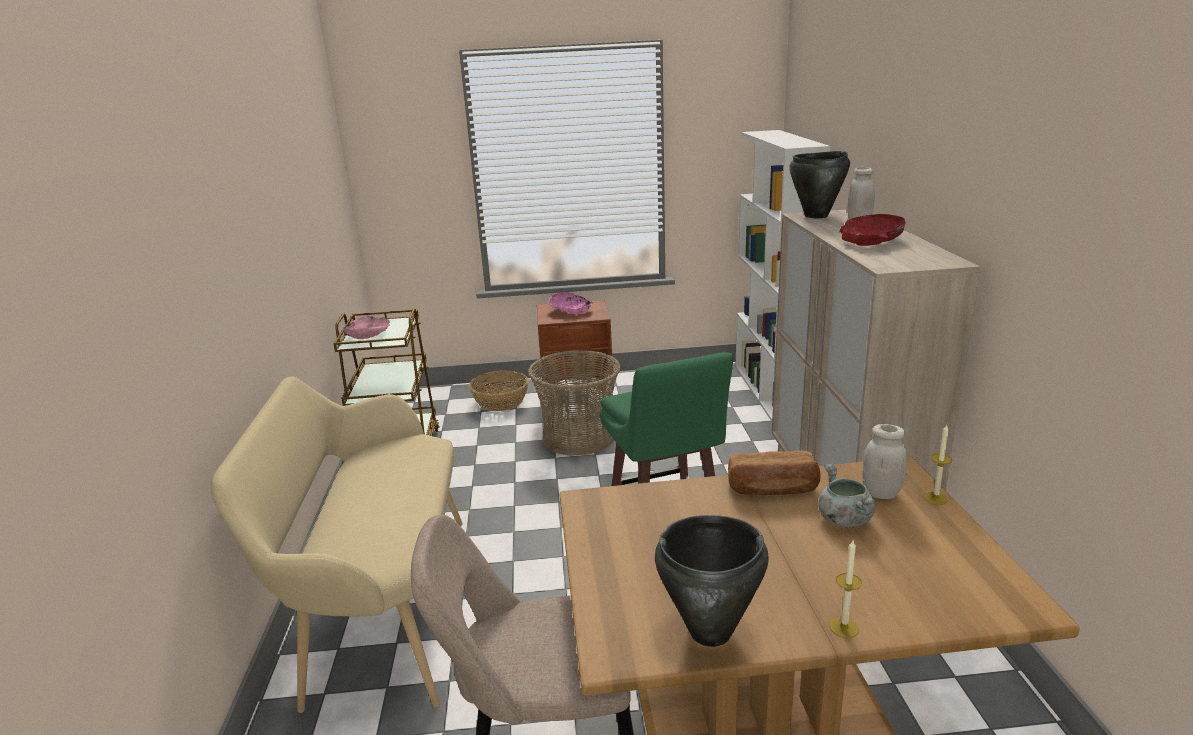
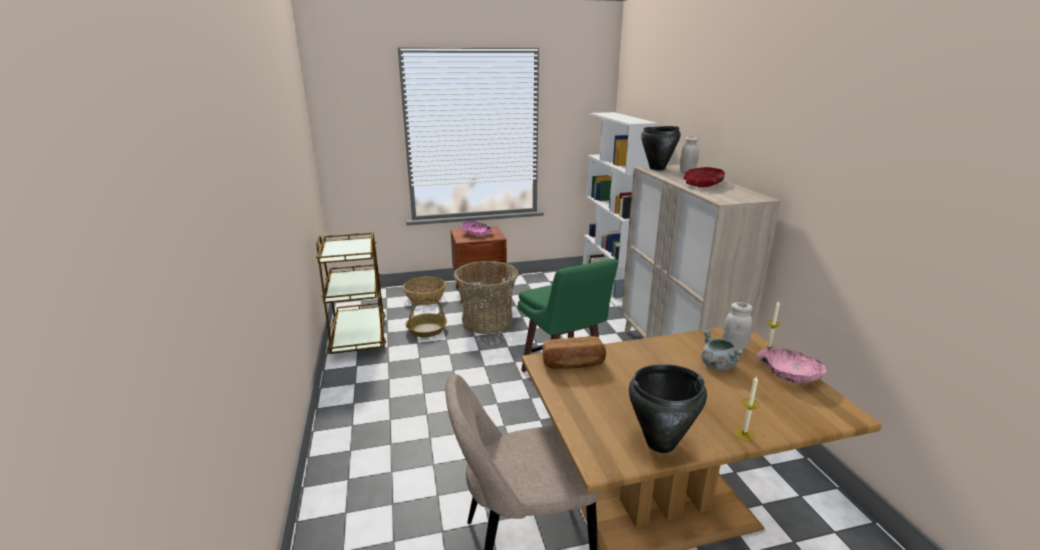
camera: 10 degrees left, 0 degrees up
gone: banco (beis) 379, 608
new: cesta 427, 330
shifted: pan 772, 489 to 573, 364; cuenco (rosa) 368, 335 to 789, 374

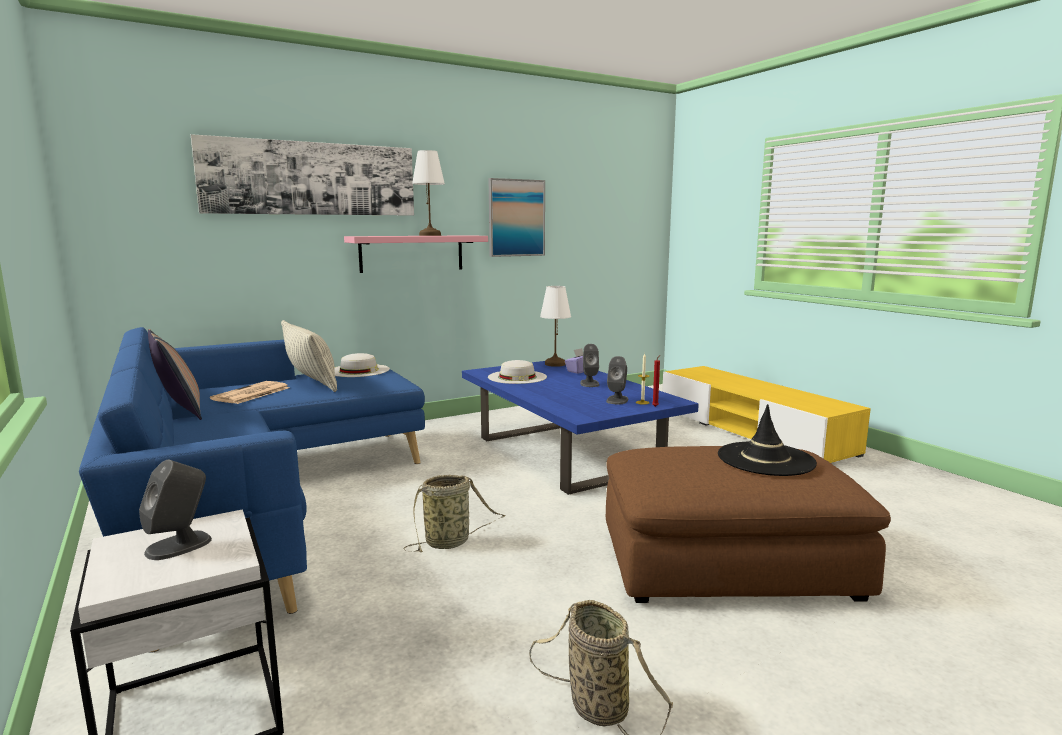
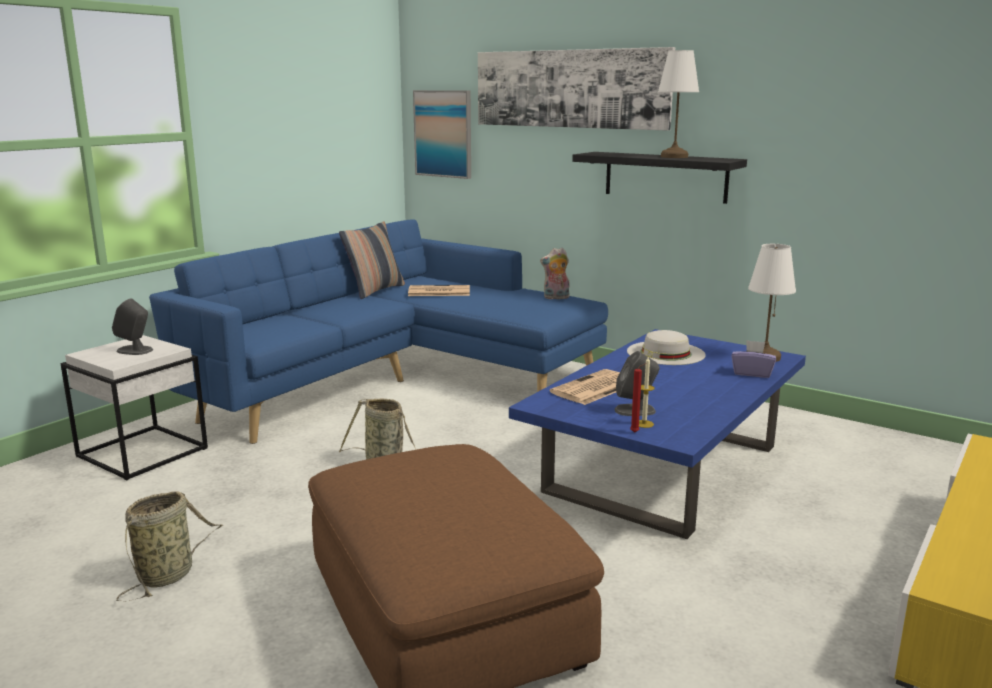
camera: 65 degrees right, 5 degrees up
gone: cojín 311, 381; altavoz (gris) 589, 383; sombrero (negro) 765, 459
new: periódico 594, 388
shifted: cuadro 516, 218 to 443, 134
swapped: sombrero (blanco) 359, 370 to peluche 556, 298
repainted: estante (rosa) 412, 253 to estante (negro) 665, 176

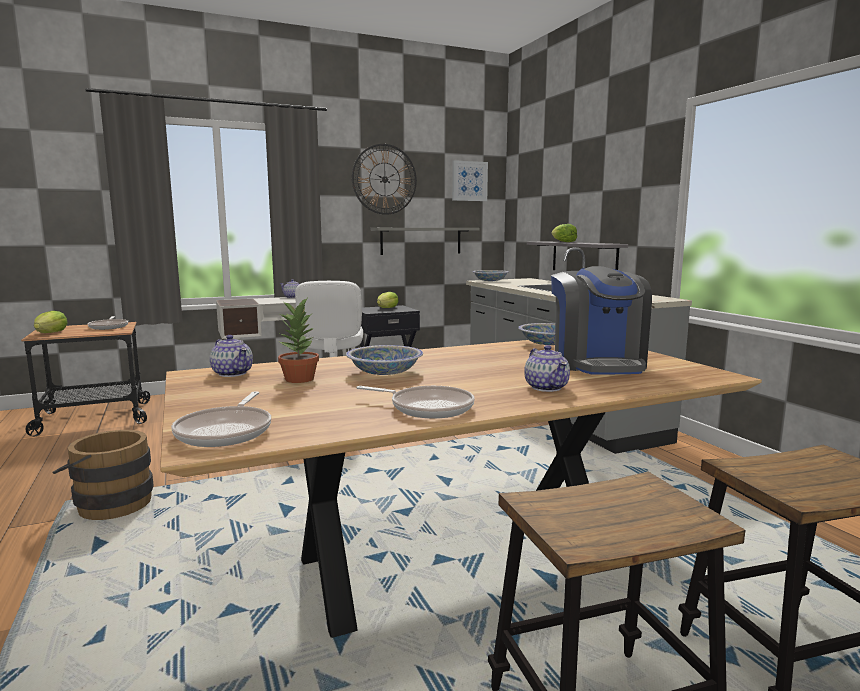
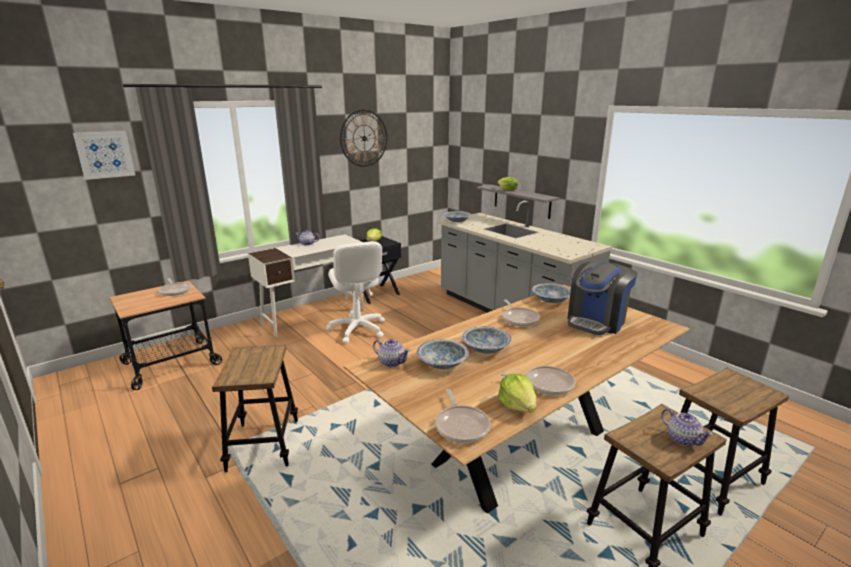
camera: 15 degrees left, 10 degrees up
gone: estante (gris) 421, 241
new: sartén 519, 319
shifted: cuadro 469, 181 to 105, 154; lechuga 51, 333 to 518, 405; tetera 546, 387 to 682, 438
swapped: cubo (marrón) 108, 505 to taburete 263, 445; planta en maceta 300, 379 to cuenco 442, 363
rotated: cafetera 597, 363 = 596, 321 60 degrees clockwise

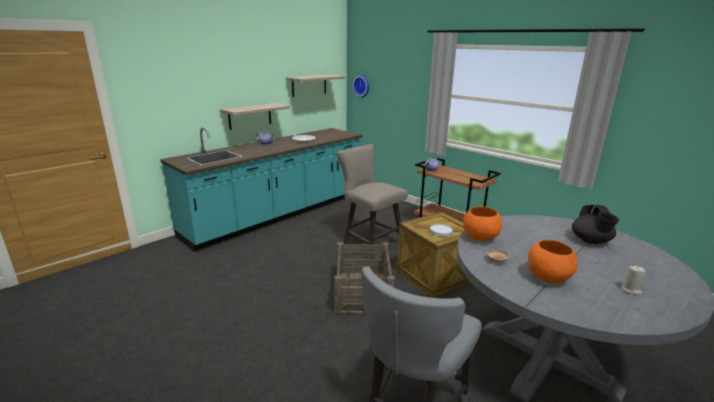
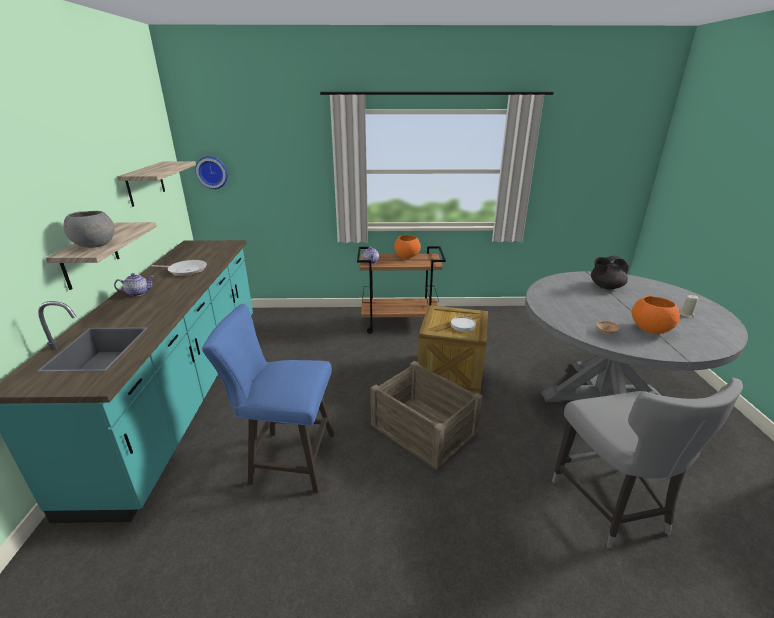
camera: 45 degrees left, 5 degrees up
gone: taburete (beis) 369, 242
new: cuenco (gris) 95, 246; taburete (azul) 286, 459
shifted: cuenco (naranja) 480, 238 to 407, 257
rotated: tetera (negro) 591, 241 = 605, 287 120 degrees clockwise

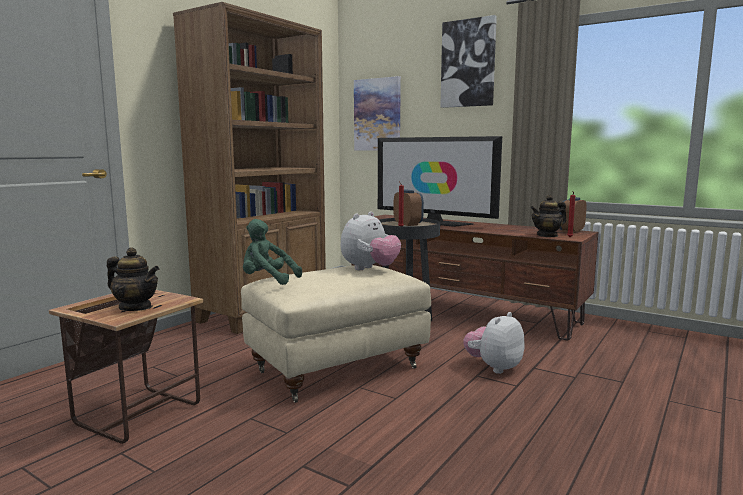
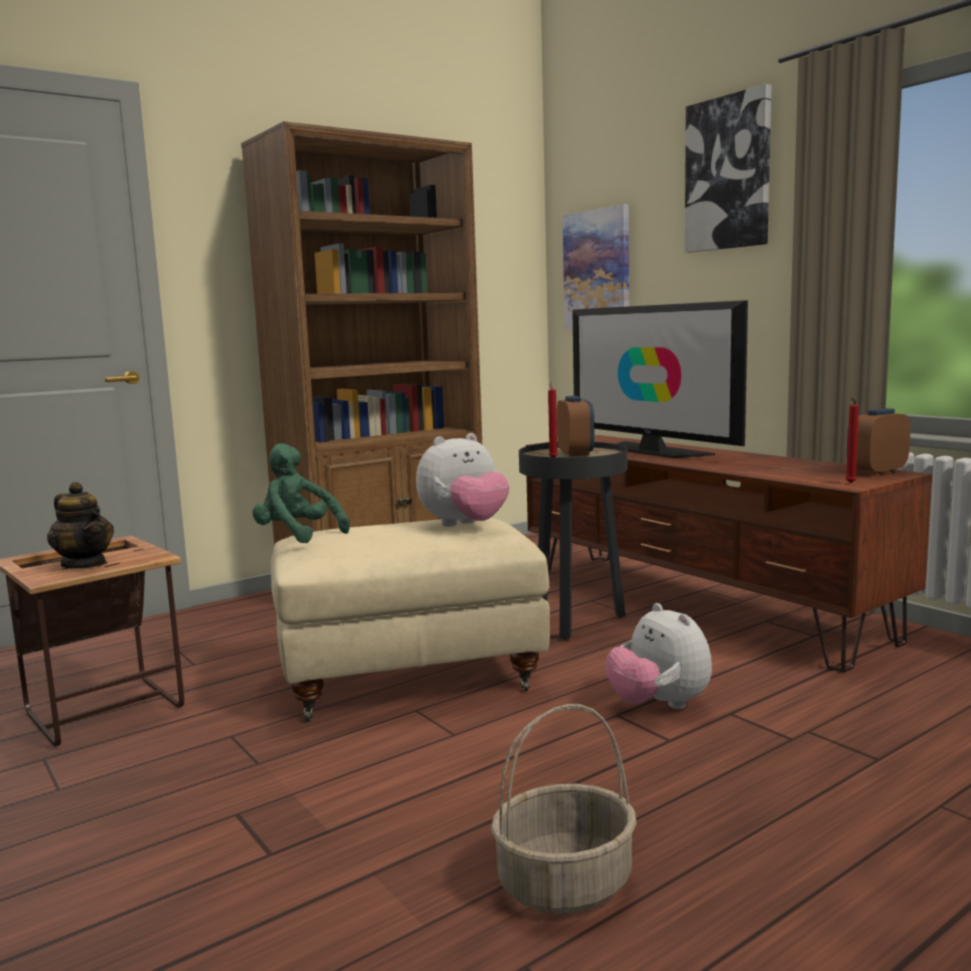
camera: 20 degrees right, 0 degrees up
gone: tetera 547, 235
new: cesta 564, 885
rotated: peluche 494, 367 = 658, 705 90 degrees counterclockwise

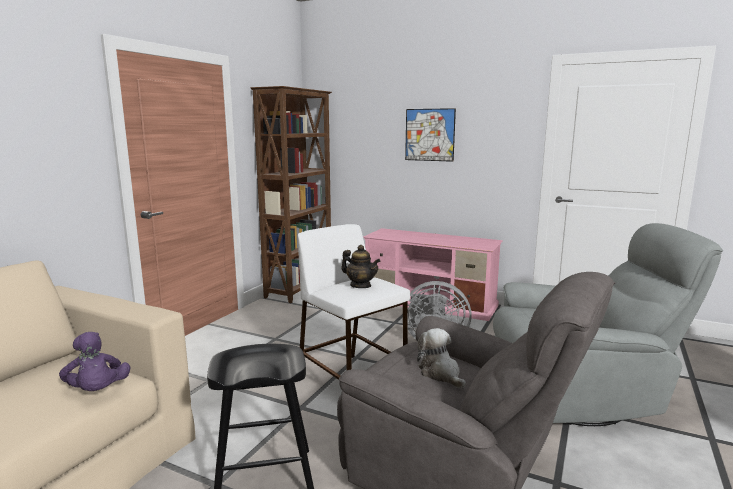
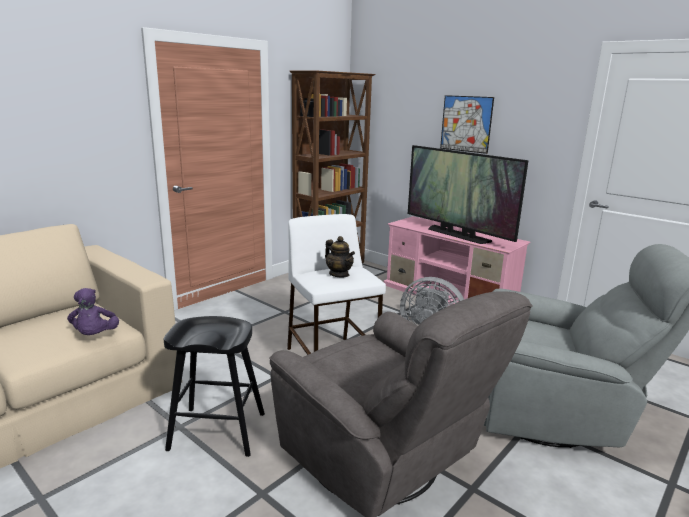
camera: 15 degrees right, 5 degrees up
gone: peluche 440, 373
new: televisor 457, 235

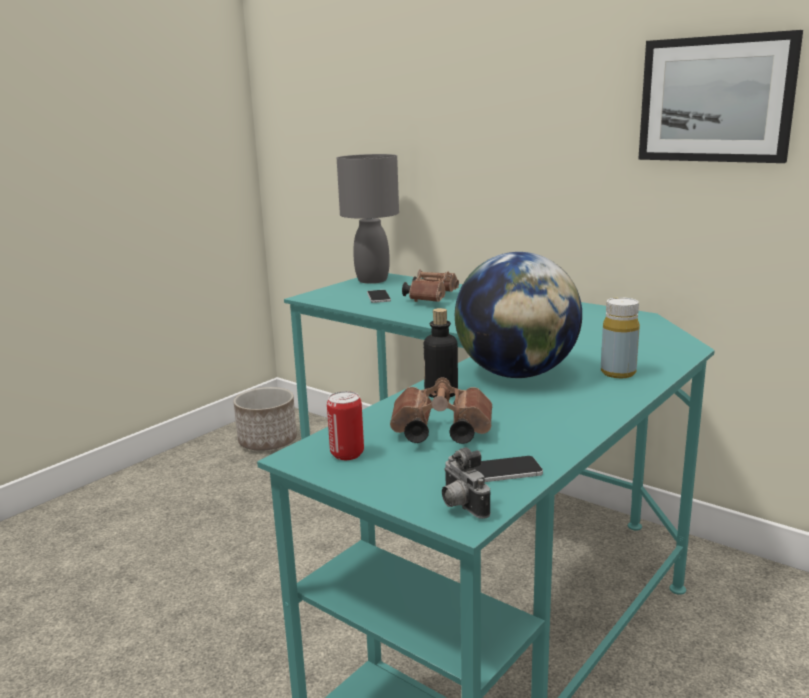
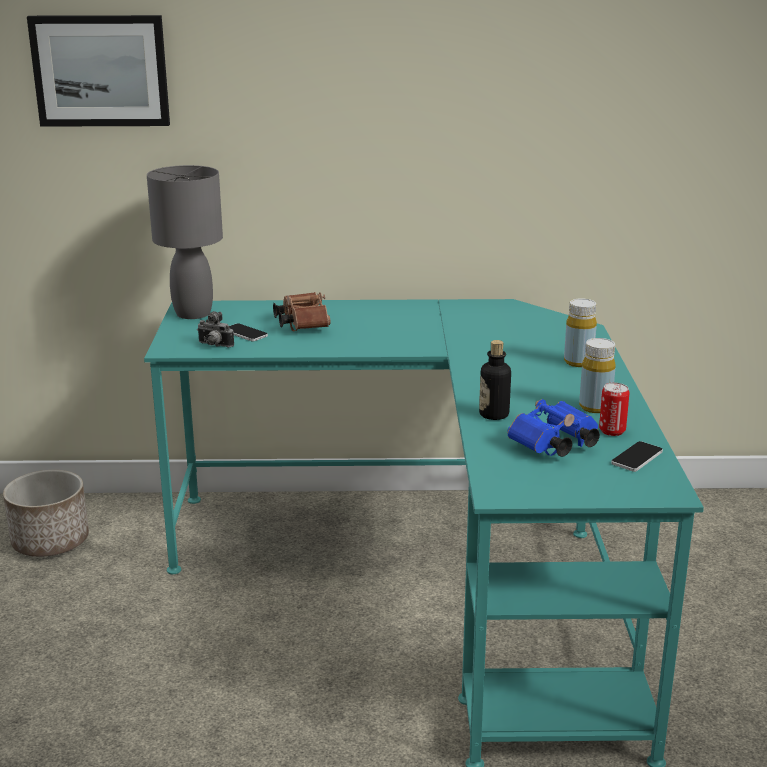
camera: 40 degrees left, 5 degrees up
gone: globo terráqueo 516, 374
new: botella (amarillo) 595, 407
shifted: cuadro 716, 99 to 101, 71; cámara 460, 506 to 214, 345; lata 347, 454 to 612, 431
repainted: prismáticos (marrón) 438, 433 to prismáticos (azul) 553, 446

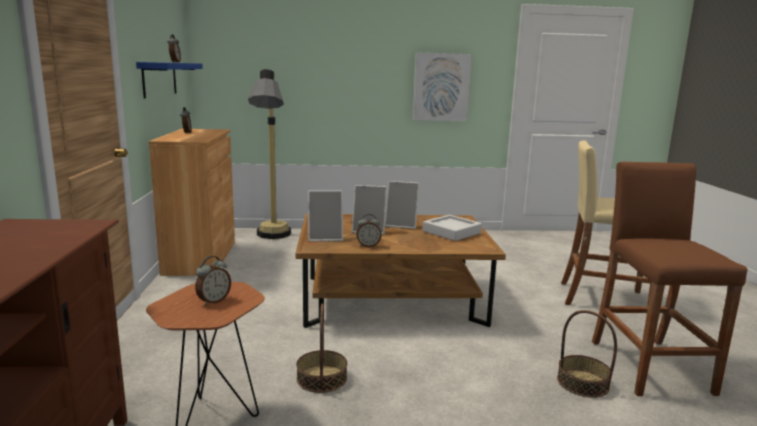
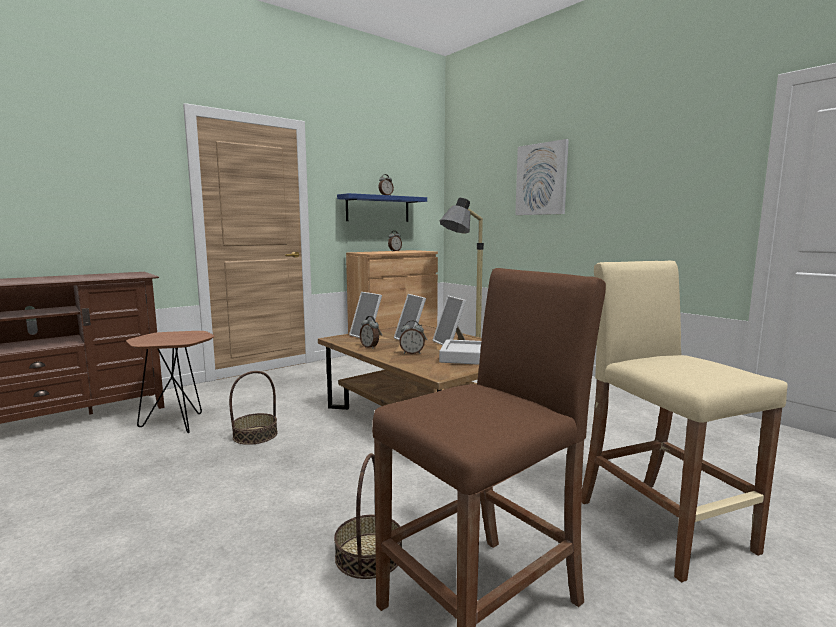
camera: 55 degrees right, 5 degrees down
shifted: despertador 213, 301 to 412, 353; cuadro 441, 87 to 541, 179

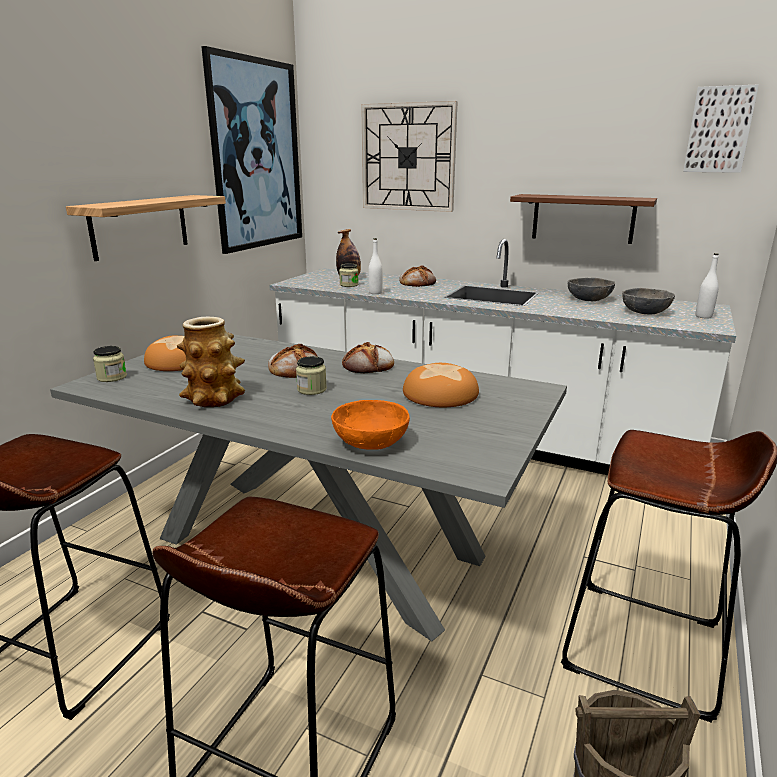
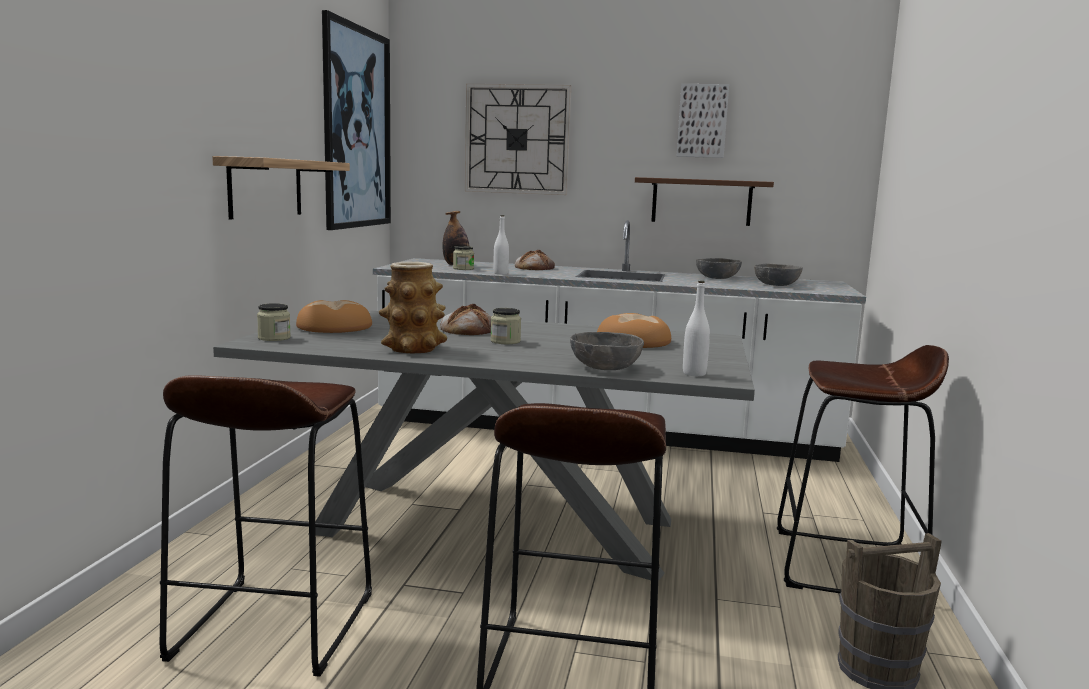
camera: 15 degrees left, 10 degrees down
gone: pan 368, 365
shifted: cuadro 719, 130 to 702, 121; botella (blanco) 703, 316 to 694, 373
repainted: cuenco (naranja) 370, 442 to cuenco (gris) 604, 367

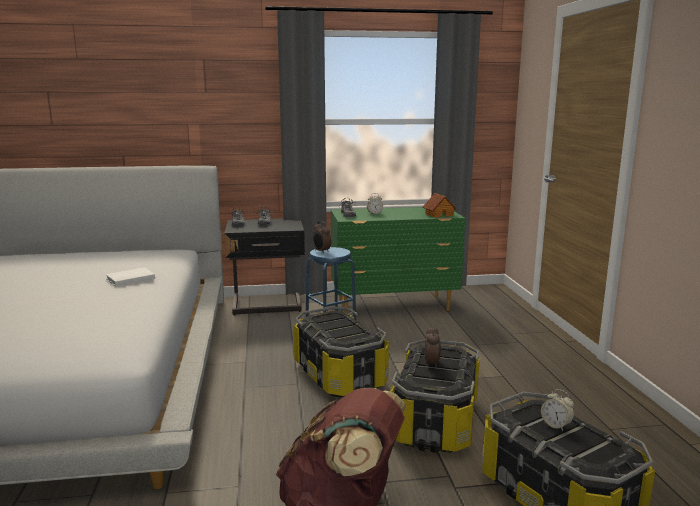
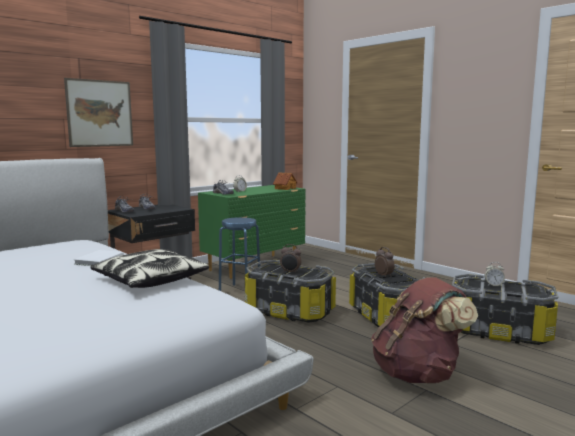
camera: 35 degrees left, 5 degrees down
new: cuadro 100, 113; cojín 150, 280
shifted: despertador 321, 251 to 290, 272

